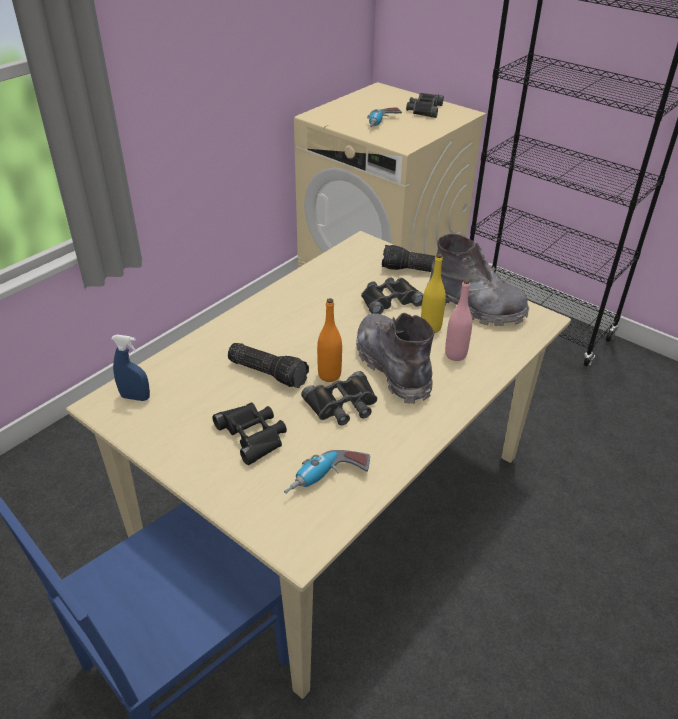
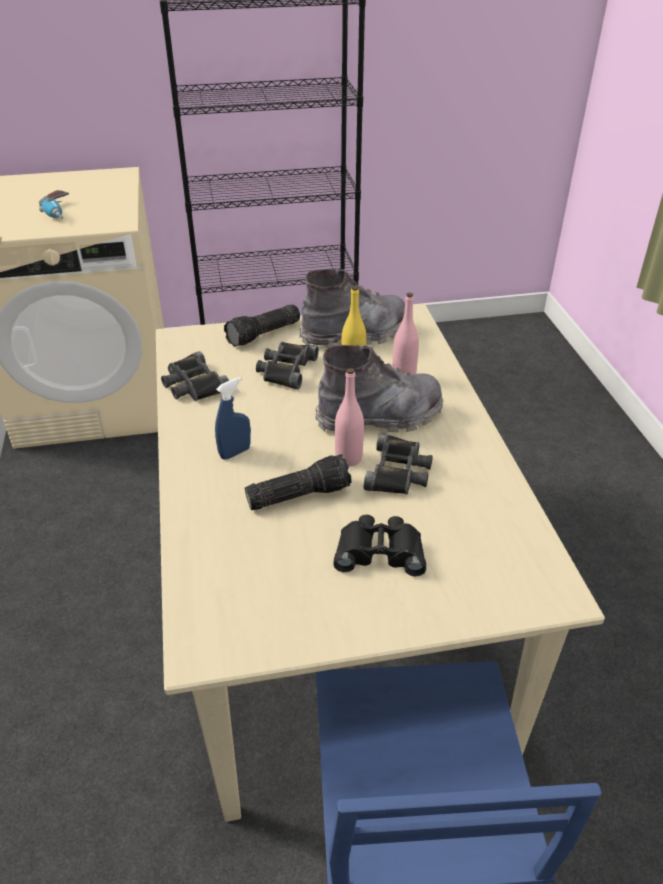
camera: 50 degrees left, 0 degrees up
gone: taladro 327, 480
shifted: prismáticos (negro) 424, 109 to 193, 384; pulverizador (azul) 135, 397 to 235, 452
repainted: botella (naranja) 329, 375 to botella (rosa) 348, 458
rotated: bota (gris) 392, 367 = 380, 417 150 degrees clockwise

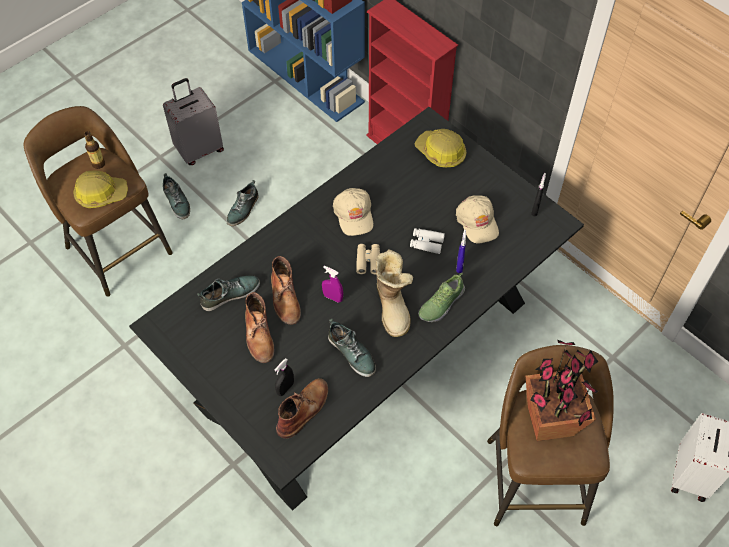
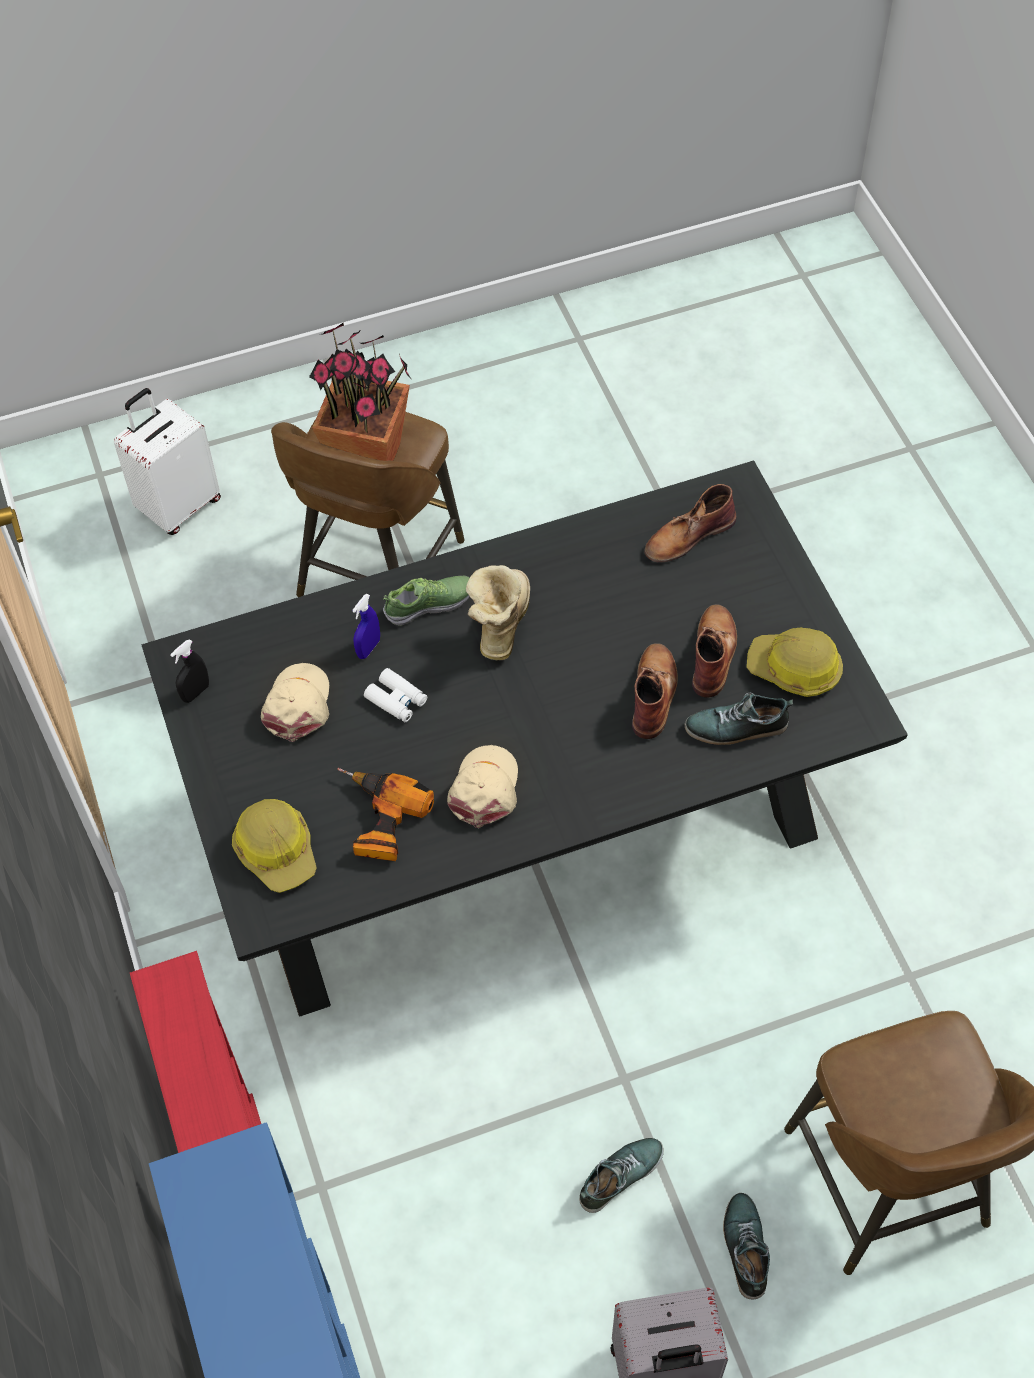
camera: 155 degrees left, 0 degrees up
gone: botella 98, 164; pulverizador (negro) 285, 388; pulverizador (morado) 332, 297; zapato 352, 353; prismáticos (beis) 368, 261
new: taladro 379, 821
shifted: casco 101, 194 to 795, 669

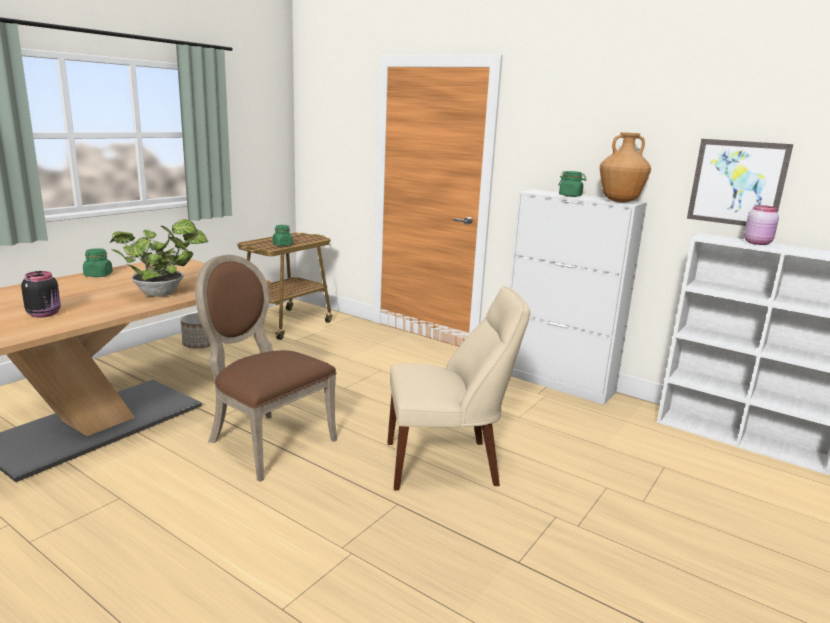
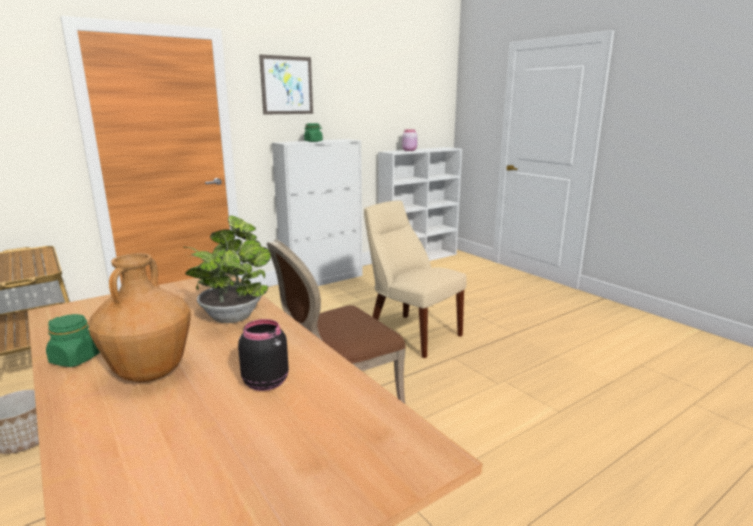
camera: 70 degrees left, 0 degrees up
gone: tarro (verde) 282, 244
shifted: florero (marrón) 620, 201 to 150, 373; cuadro 737, 183 to 287, 85
rotated: silla (beis) 447, 464 = 411, 333 60 degrees counterclockwise

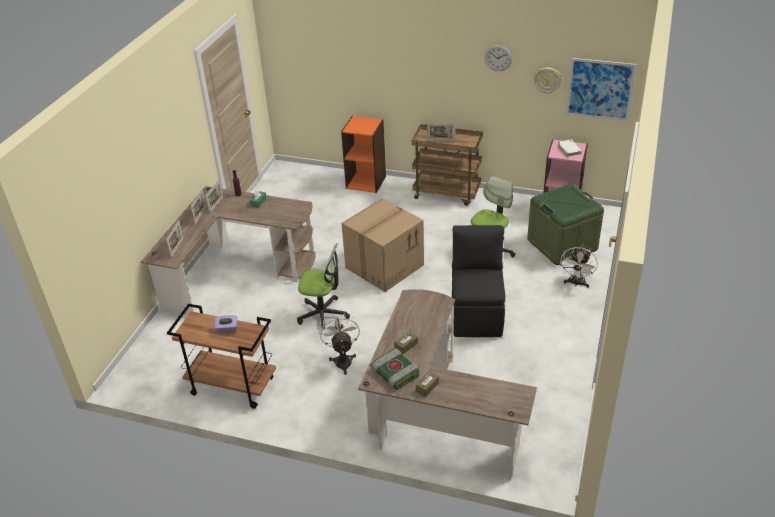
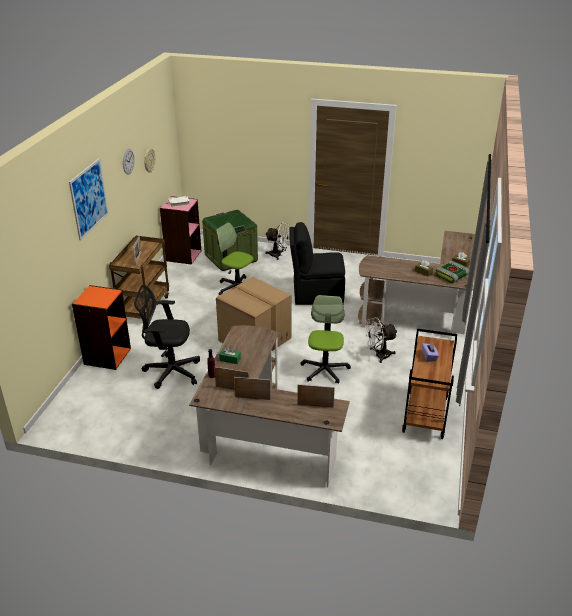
camera: 95 degrees left, 5 degrees down
new: silla de oficina (negro) 170, 371
shifted: cuadro 600, 89 to 89, 198

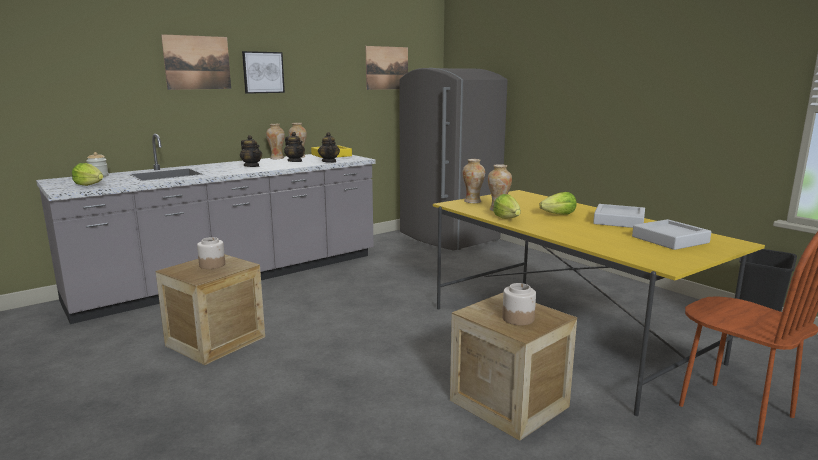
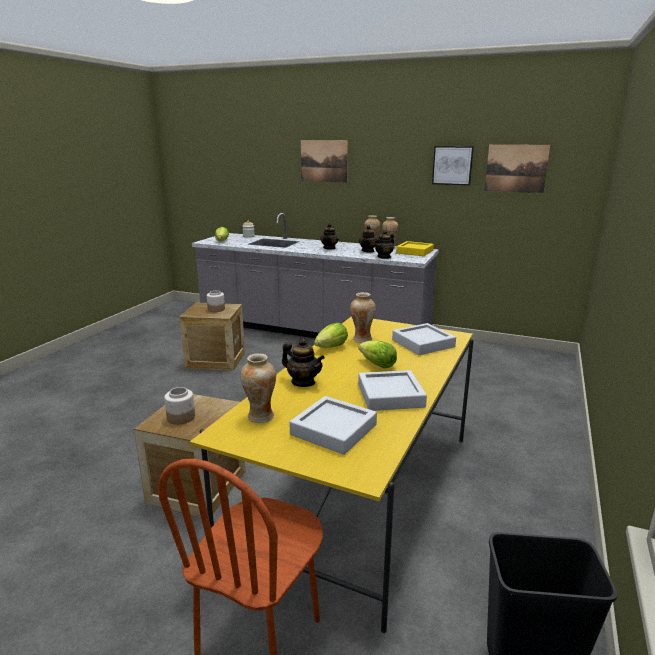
camera: 60 degrees right, 5 degrees up
gone: nevera (gris) 448, 237
new: tetera 303, 382; bandeja (gris) 423, 343
shifted: florero 472, 201 to 260, 416; cuadro 263, 72 to 452, 165

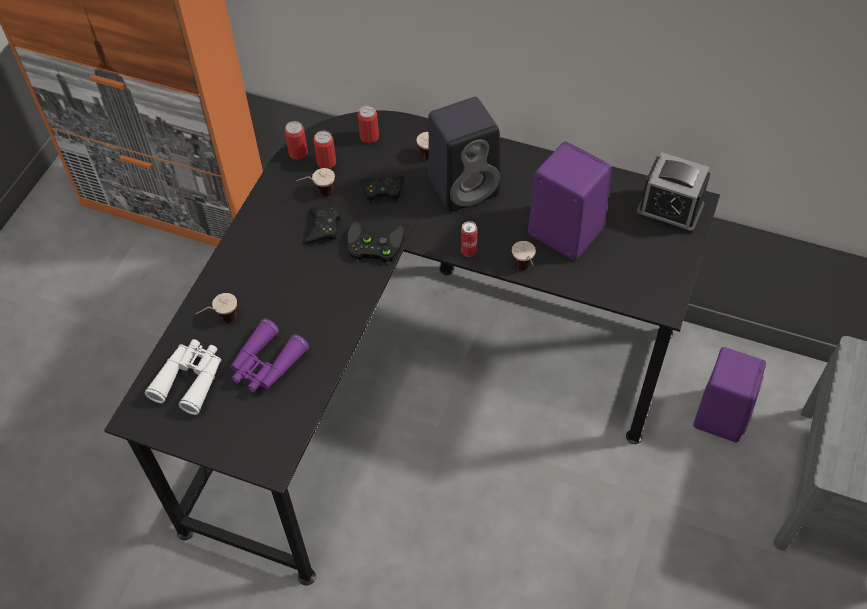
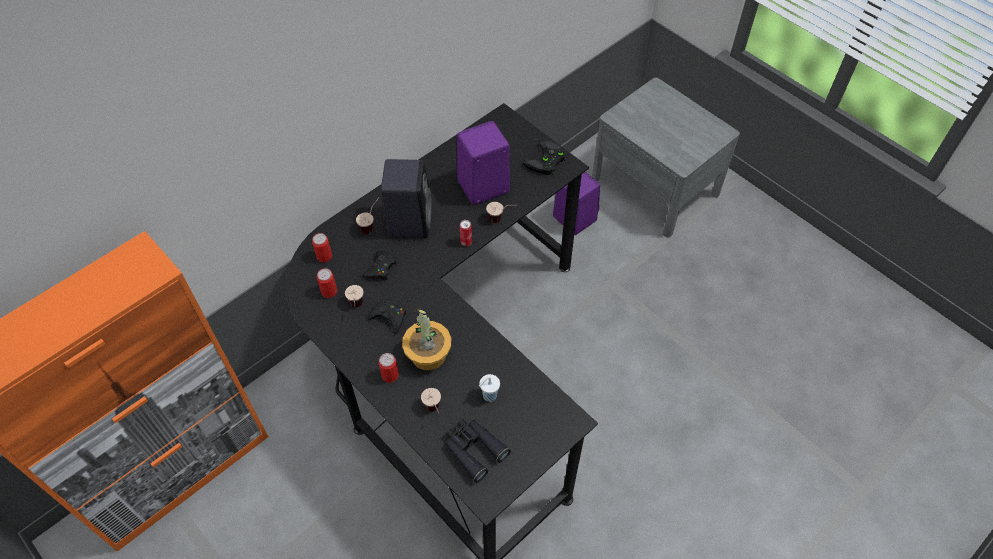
camera: 65 degrees left, 0 degrees up
gone: despertador 669, 210
new: planta en maceta 428, 355
shifted: lata 298, 153 to 390, 375; mando de consola (negro) 372, 246 to 546, 162
swapped: prismáticos (morado) 266, 364 to taza (blanco) 489, 396
repainted: prismáticos (blanco) 190, 379 to prismáticos (negro) 473, 450

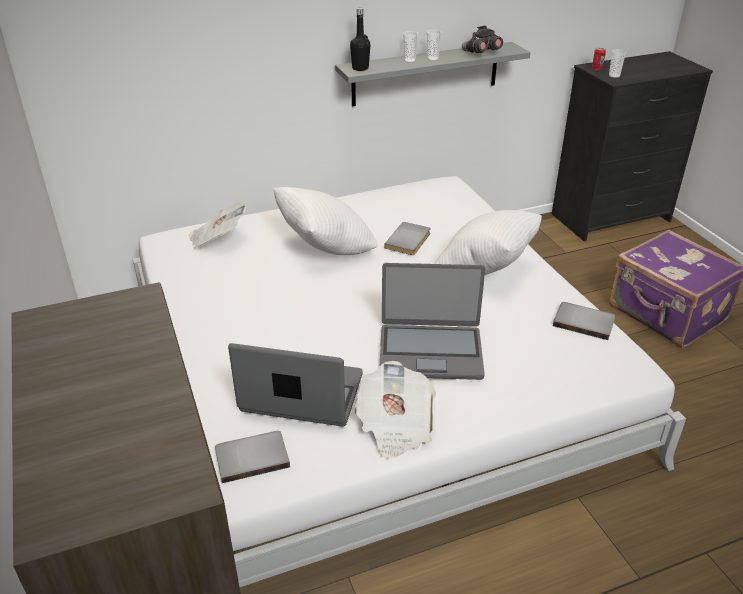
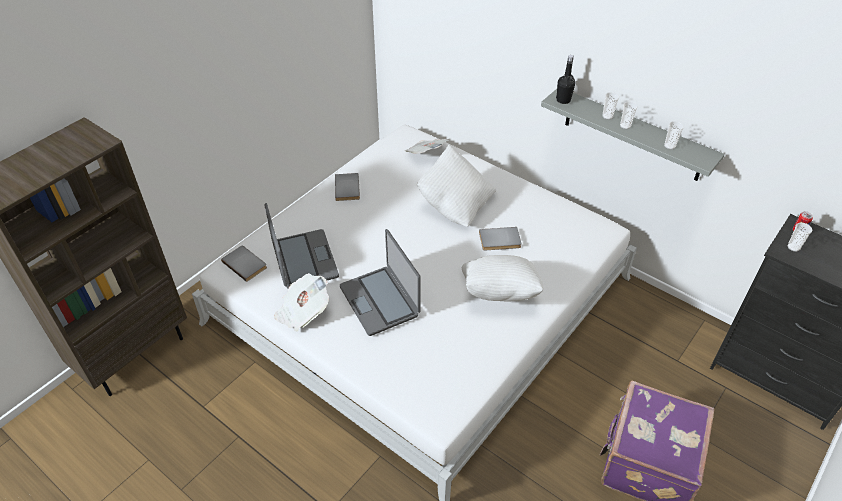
camera: 60 degrees right, 10 degrees up
shifted: libro (gris) 584, 321 to 348, 188
swapped: prismáticos (gris) 481, 53 to taza 669, 146

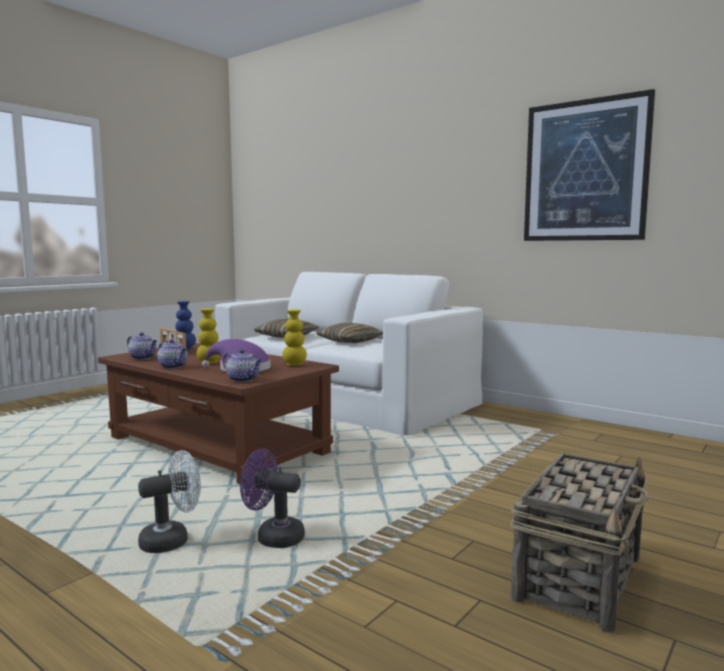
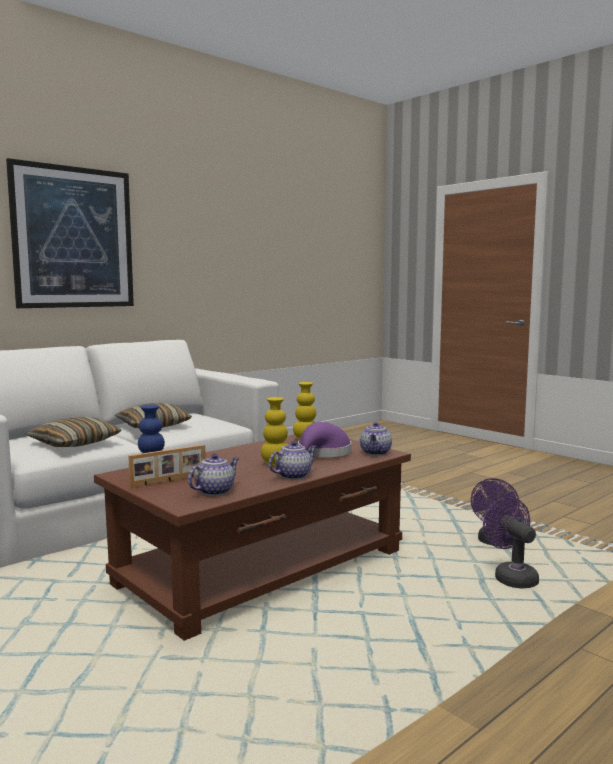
camera: 80 degrees left, 0 degrees up
gone: cesta 579, 577
shifted: cuadro 585, 171 to 73, 238
repainted: ventilador (blanco) 172, 540 to ventilador (morado) 511, 577
rotated: tetera 243, 380 = 376, 453 150 degrees clockwise

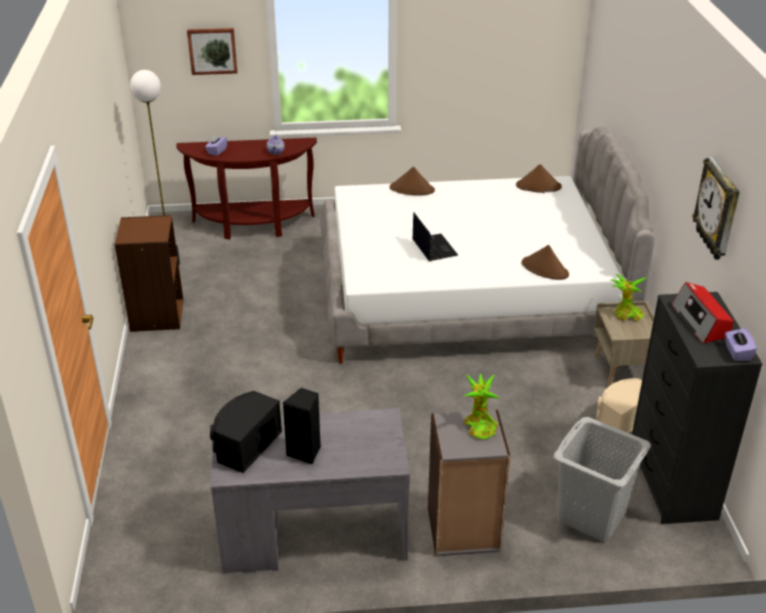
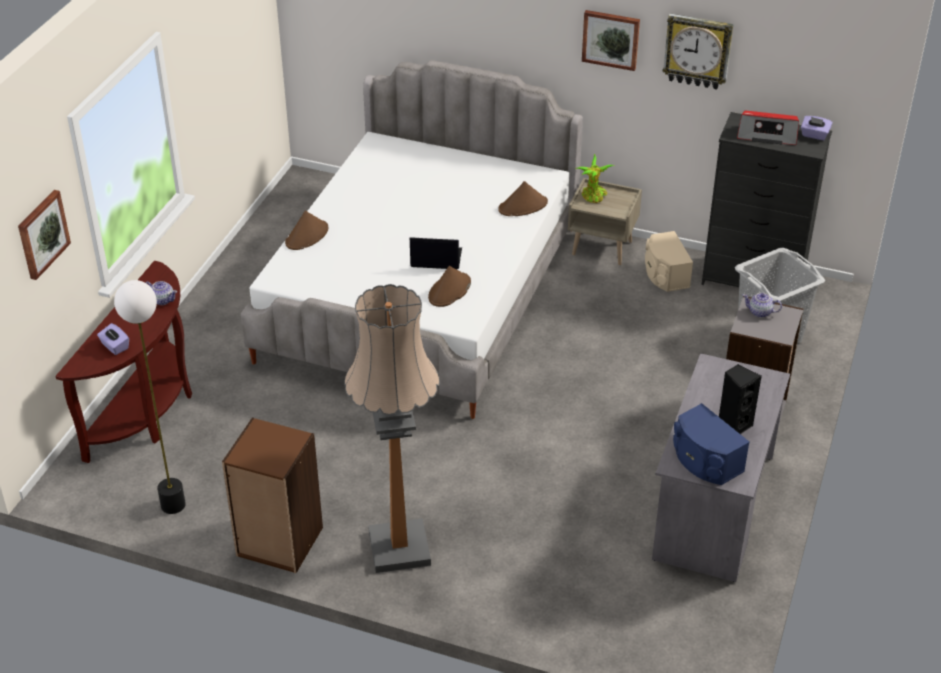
camera: 65 degrees left, 5 degrees up
new: lámpara de pie 399, 548; cuadro 611, 39
shifted: sombrero (marrón) 538, 186 to 449, 290
swapped: planta en maceta 479, 426 to tetera 760, 312
repainted: altavoz (negro) 245, 444 to altavoz (azul) 705, 461

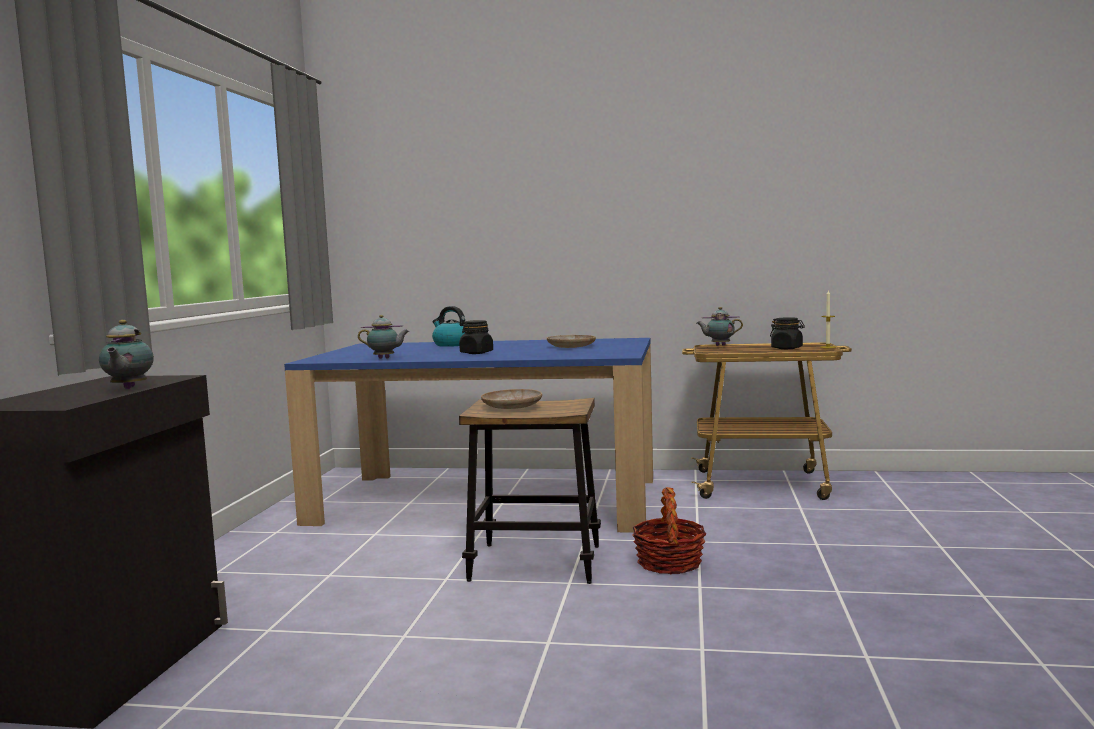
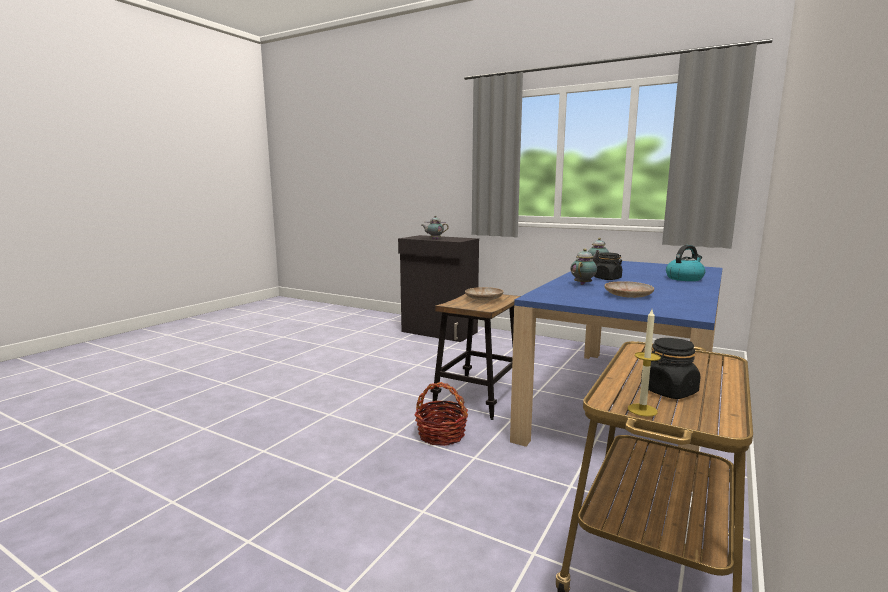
camera: 110 degrees right, 5 degrees up
shifted: tetera 719, 345 to 583, 284

